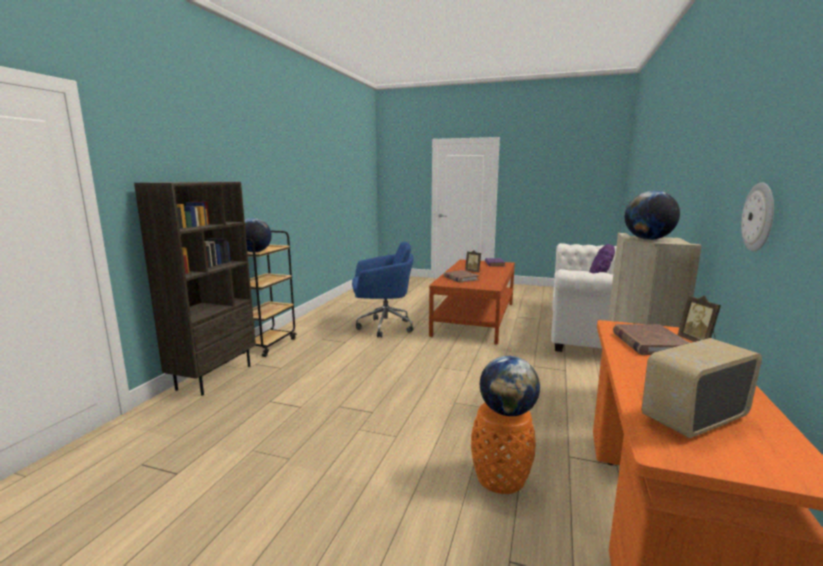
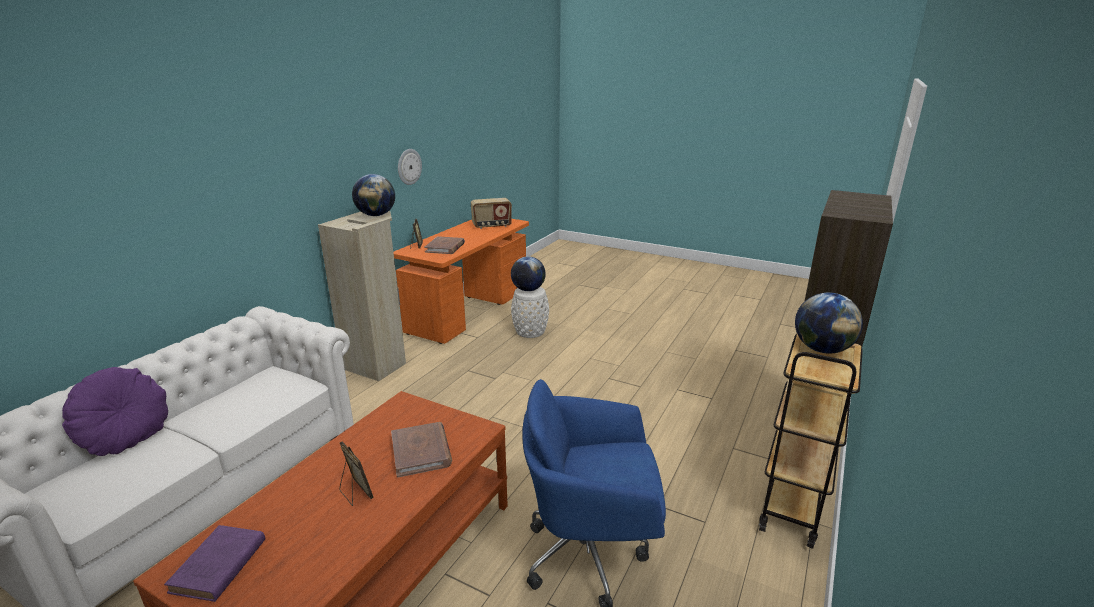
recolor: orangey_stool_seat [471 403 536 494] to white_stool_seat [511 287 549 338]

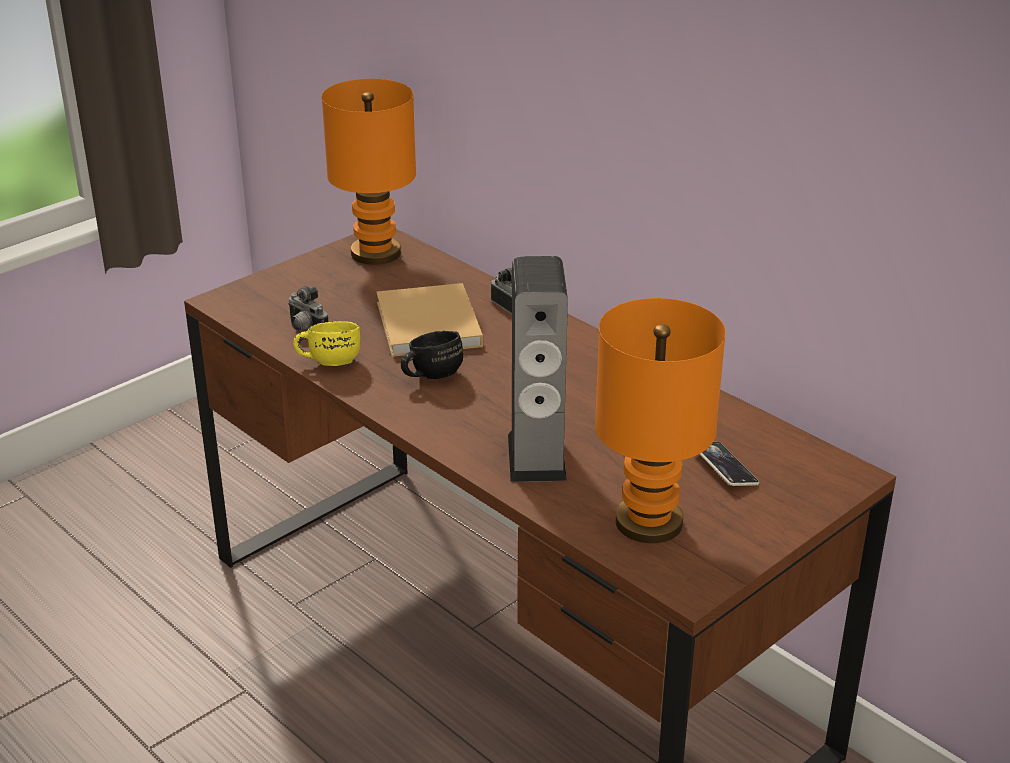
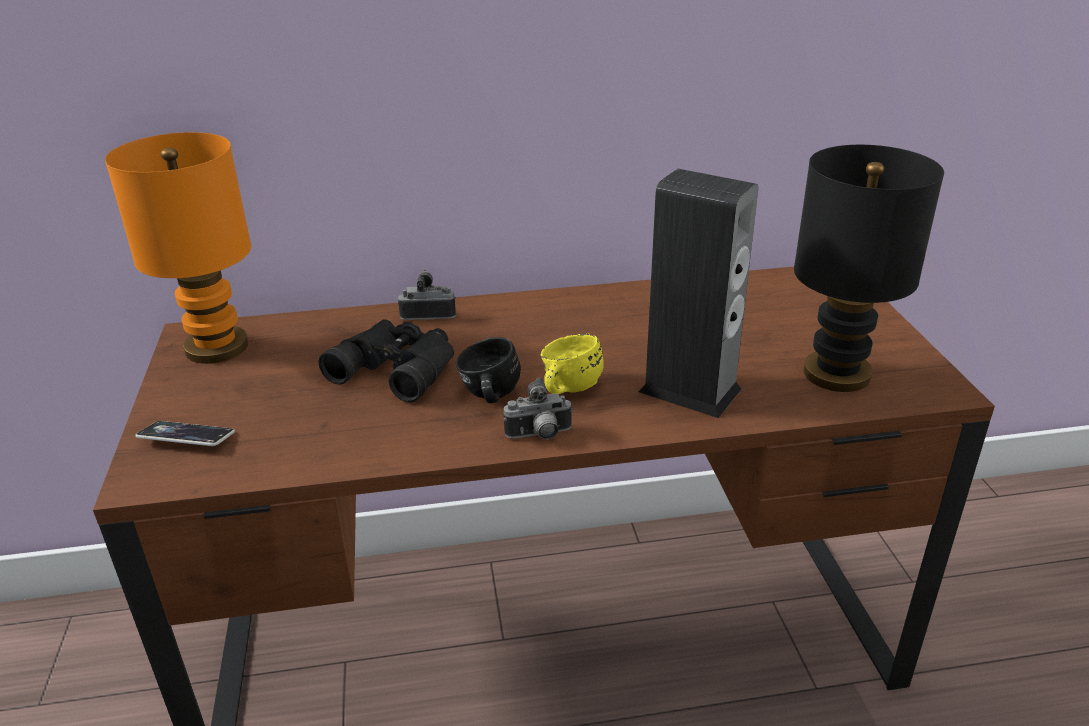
move: photo_camera [288 286 328 331] to [503 378 573 440]; yellow-coloured_coffee_mug [293 321 360 366] to [541 333 604 394]; phone [700 442 759 486] to [135 421 235 446]
replace: beige_bound_book [376 283 483 357] to black-coloured_binoculars [318 320 454 403]
recolor: orangey_table_lamp [595 298 726 543] to black-coloured_table_lamp [794 145 944 392]

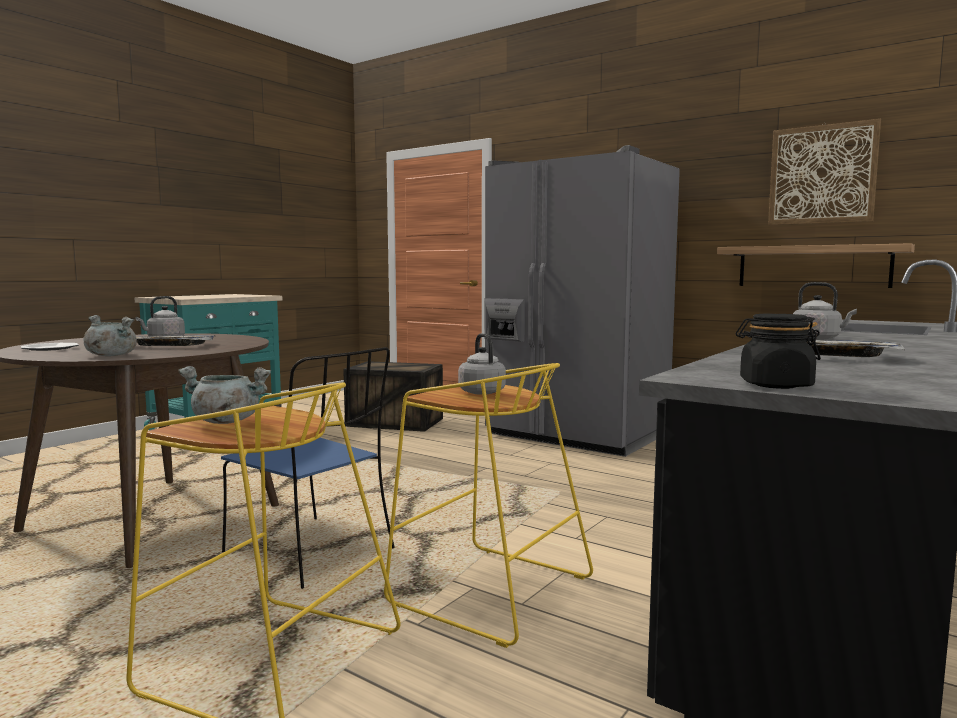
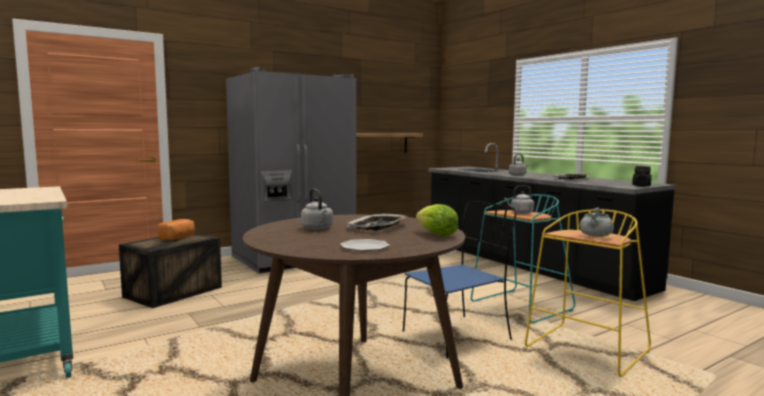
delete: wall_picture [768 119 881 225]
insert: bread [158 219 195 241]
replace: grey_cooking_pot [84 315 137 356] to lettuce_head [416 204 459 237]
recolor: yellow-coloured_stool_seat [384 363 593 648] to turquoise_stool_seat [471 194 575 323]

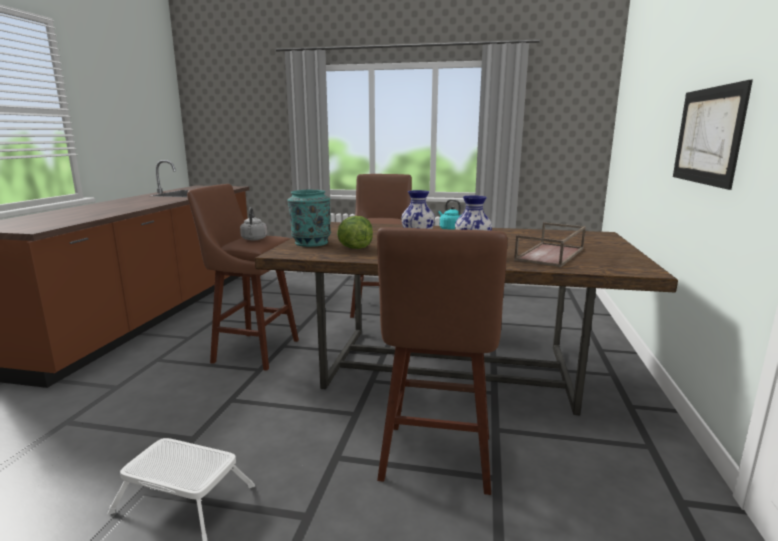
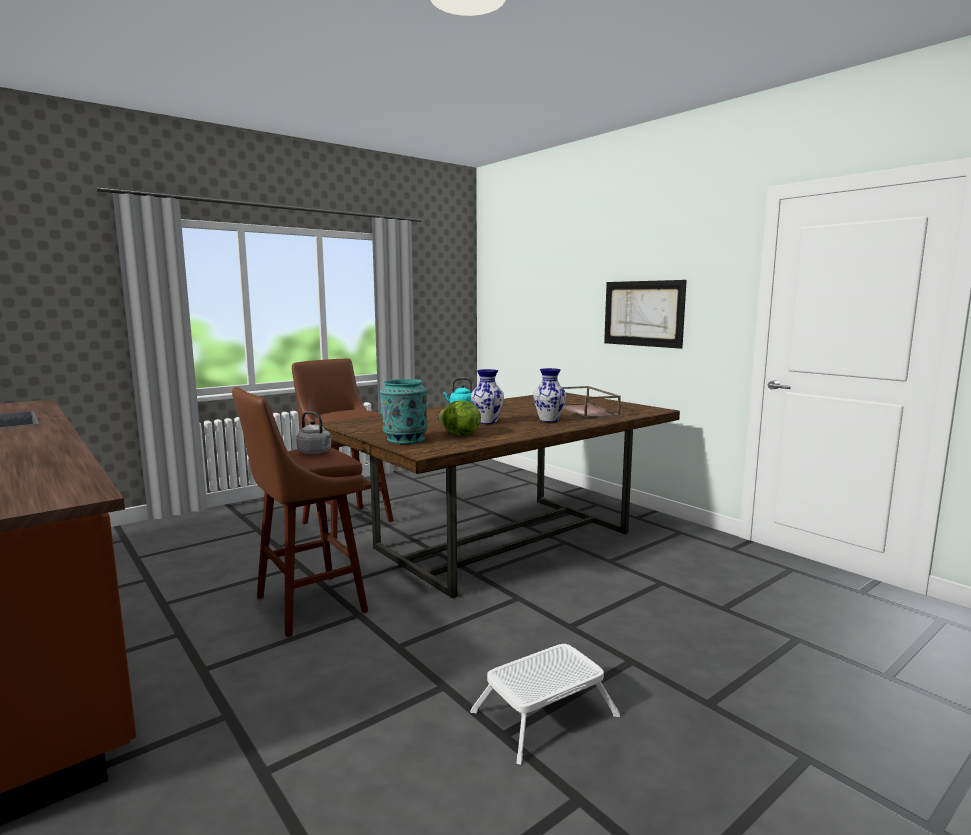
delete: brown_stool_seat [377 227 507 495]

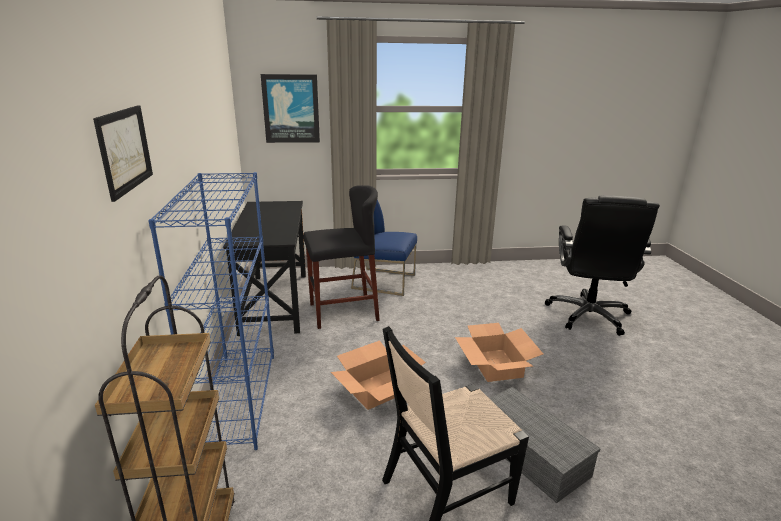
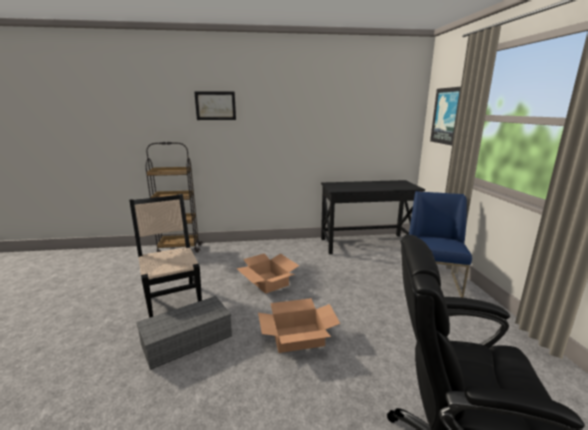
delete: blue-coloured_bookshelf [148 172 274 450]; black-coloured_stool_seat [303 185 380 329]

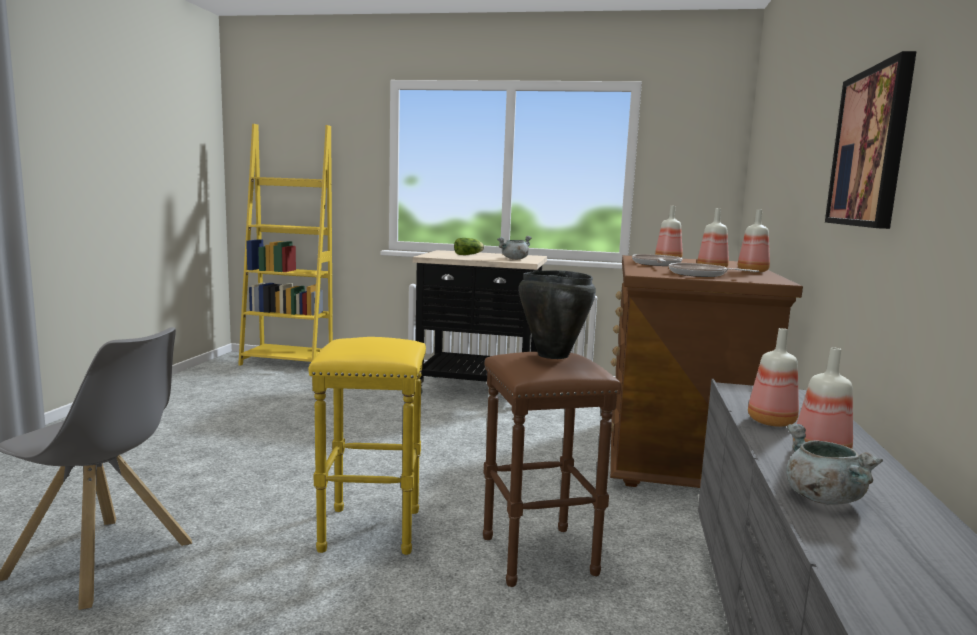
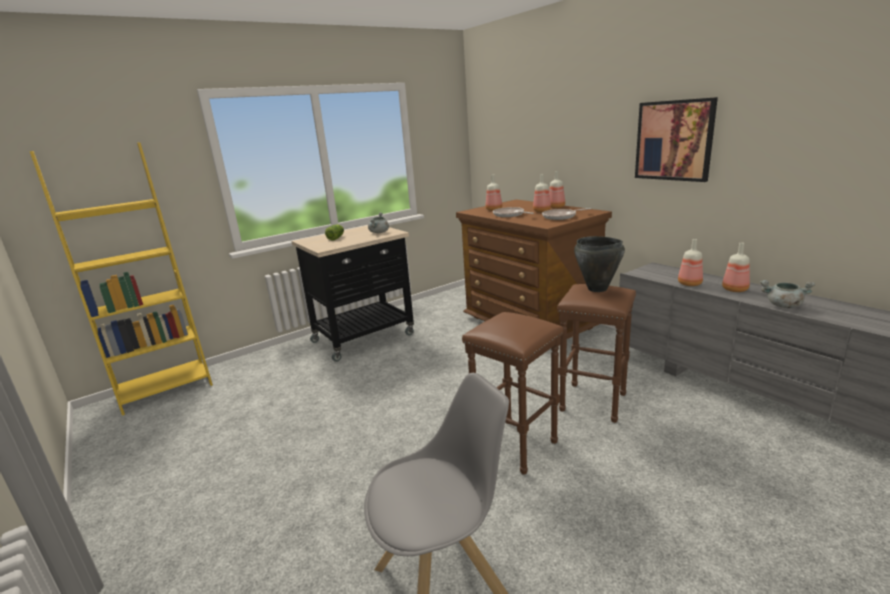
recolor: yellow-coloured_stool_seat [308 337 426 555] to brown_stool_seat [462 312 563 475]

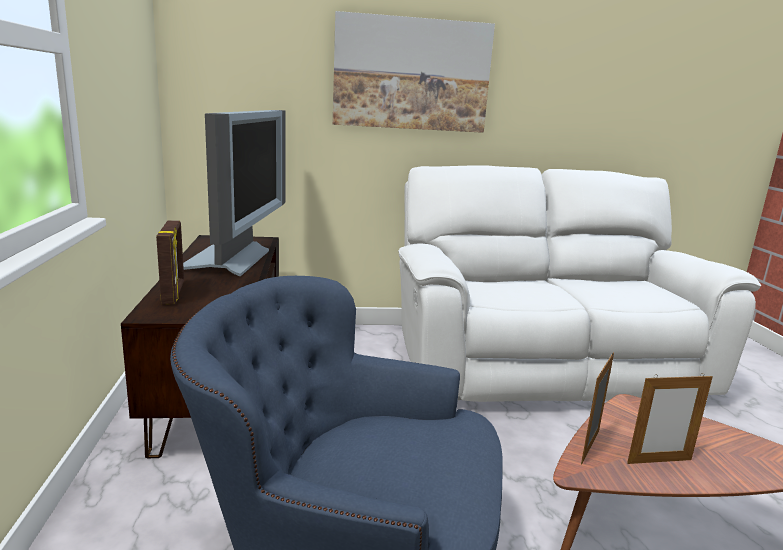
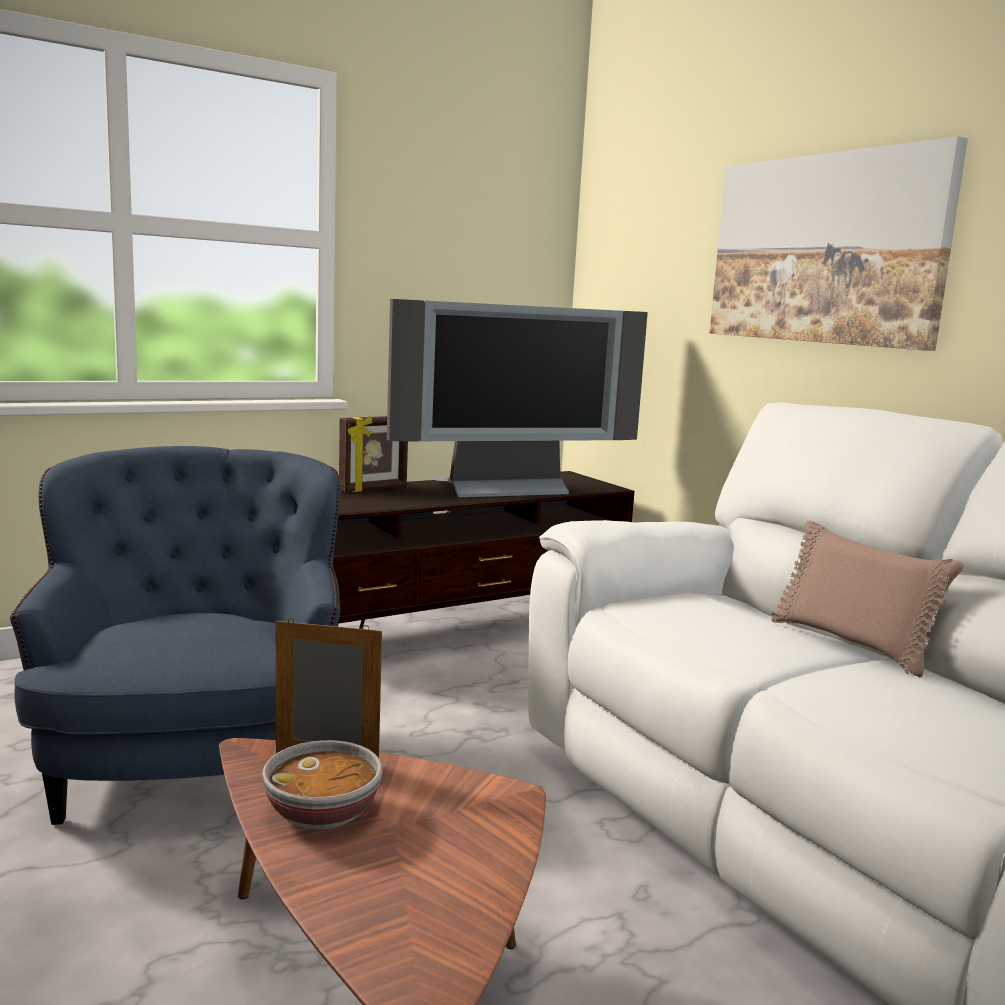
insert: beige_cushion [771 521 964 677]
replace: picture_frame [627 373 713 464] to serving_bowl [262 740 382 830]

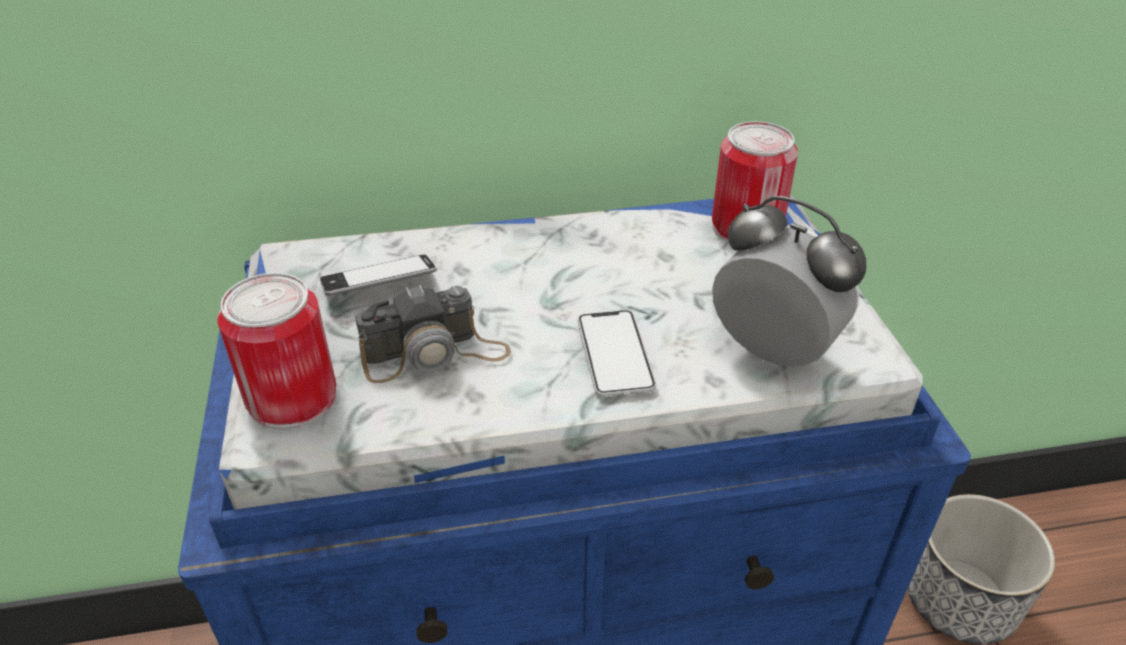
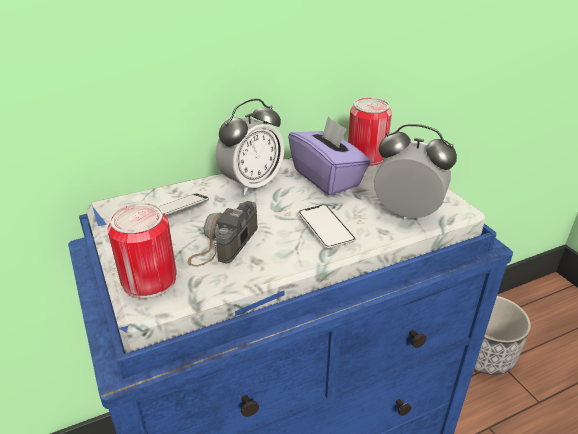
insert: alarm_clock [216 99 284 195]; purplish_tissue_box [288 116 371 196]
rotate: photo_camera [355 284 511 383] = [188 201 258 267] 150 degrees clockwise

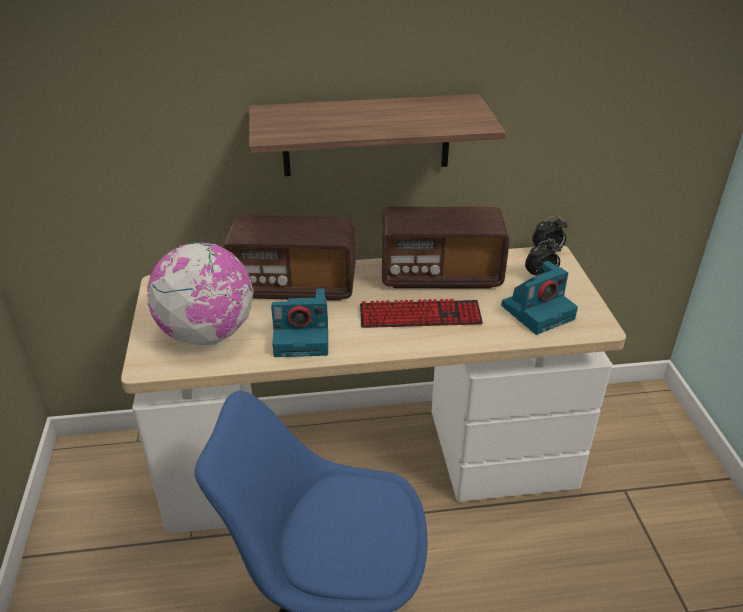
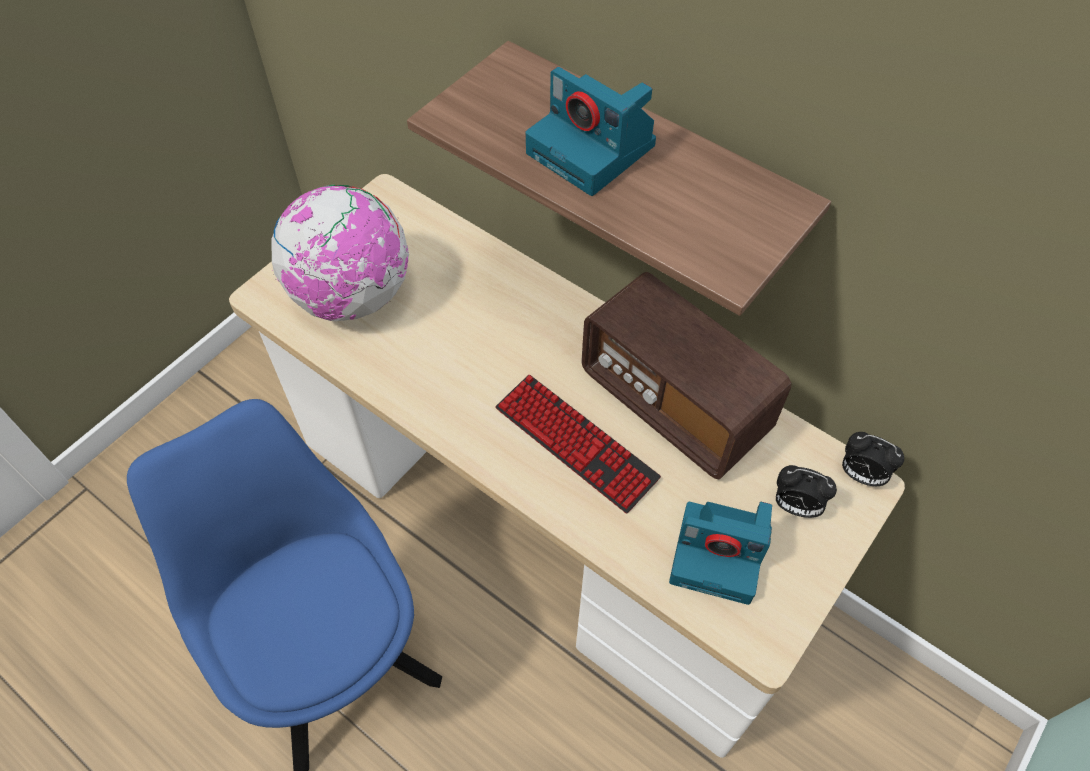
delete: radio_receiver [222 215 355 301]
move: photo_camera [271 288 328 357] to [526 67 656 196]

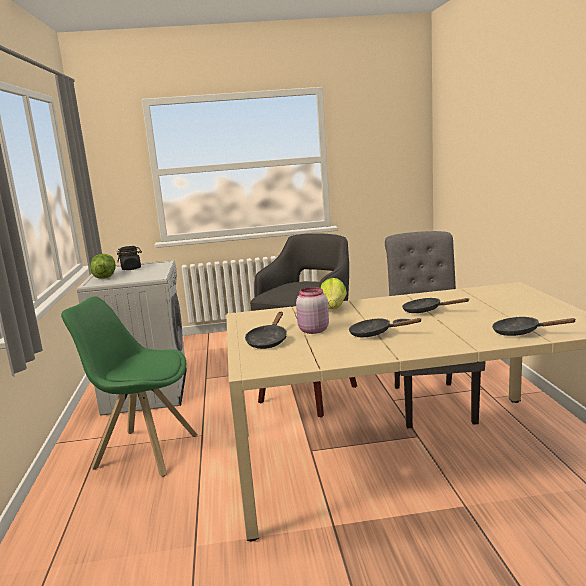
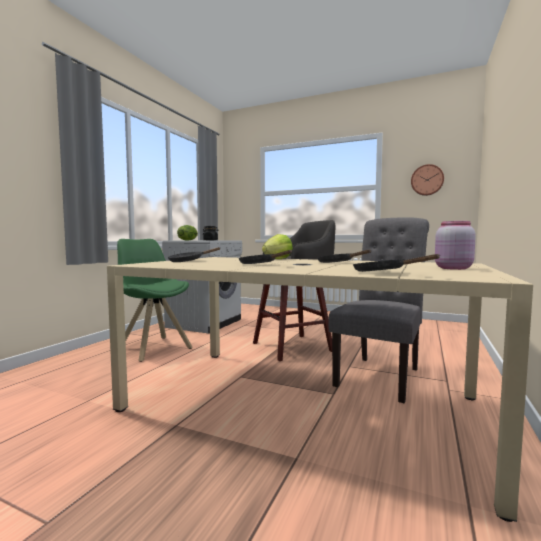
insert: wall_clock [411 164 444 196]
move: pink_preserve_jar [296 287 329 334] to [435 221 476 270]

